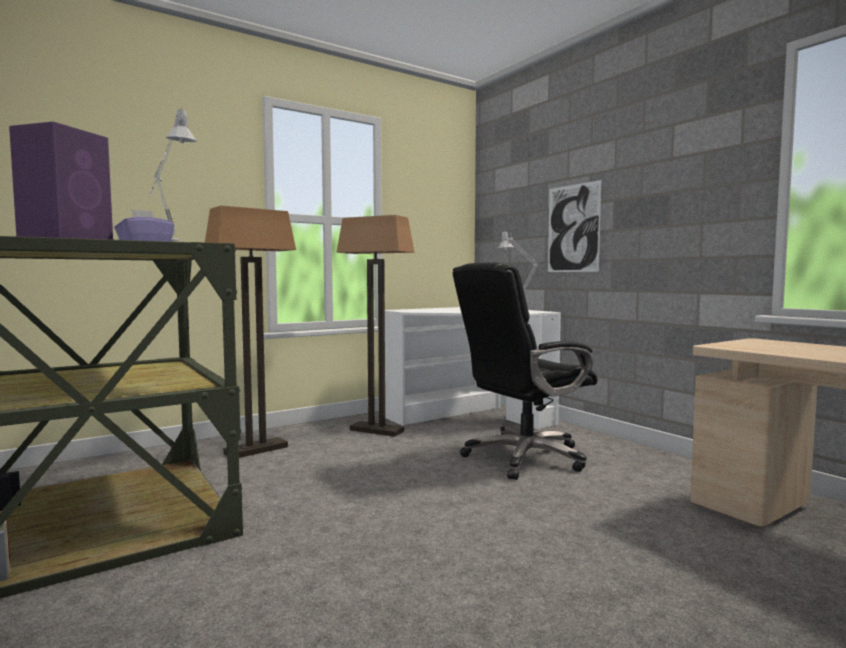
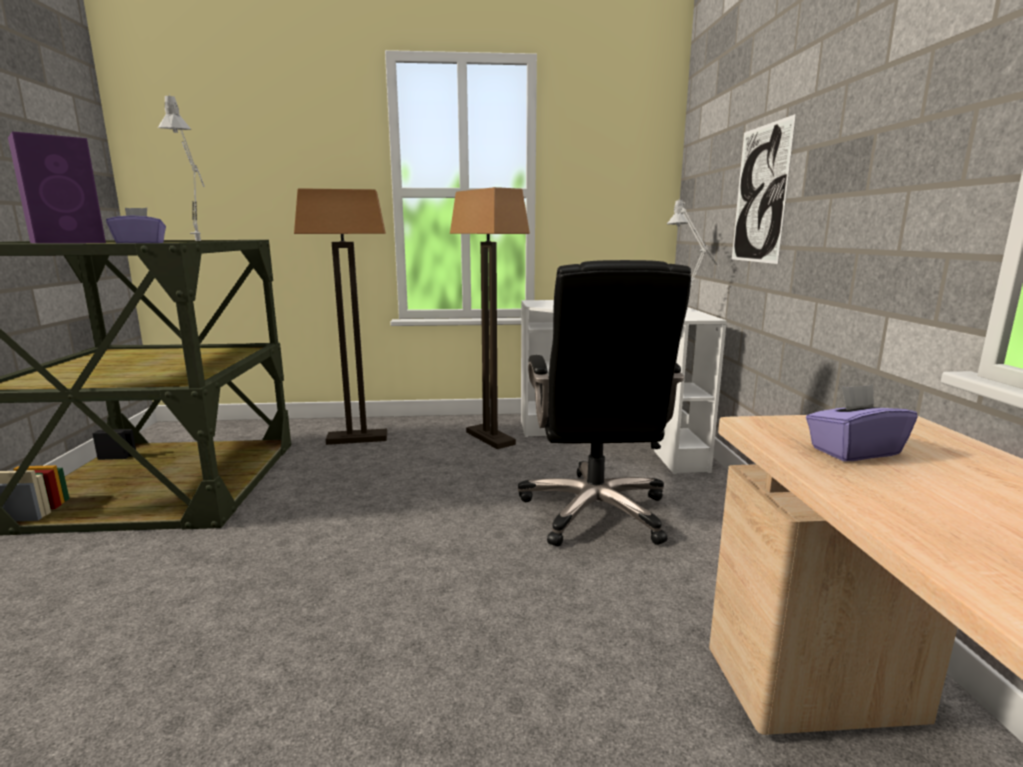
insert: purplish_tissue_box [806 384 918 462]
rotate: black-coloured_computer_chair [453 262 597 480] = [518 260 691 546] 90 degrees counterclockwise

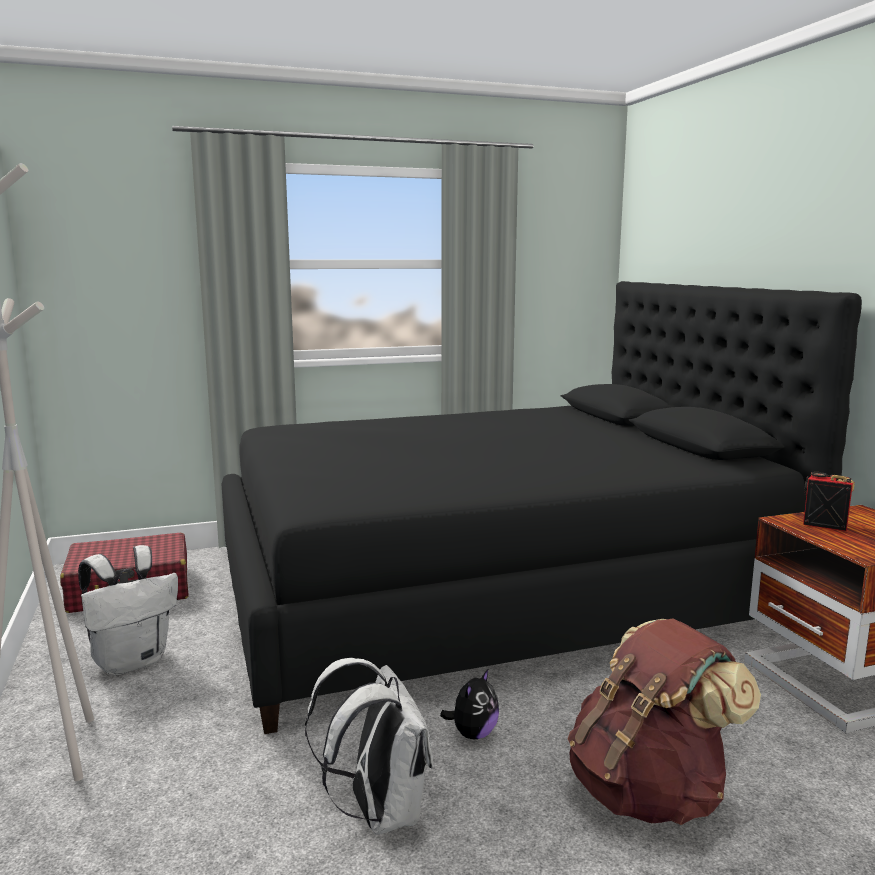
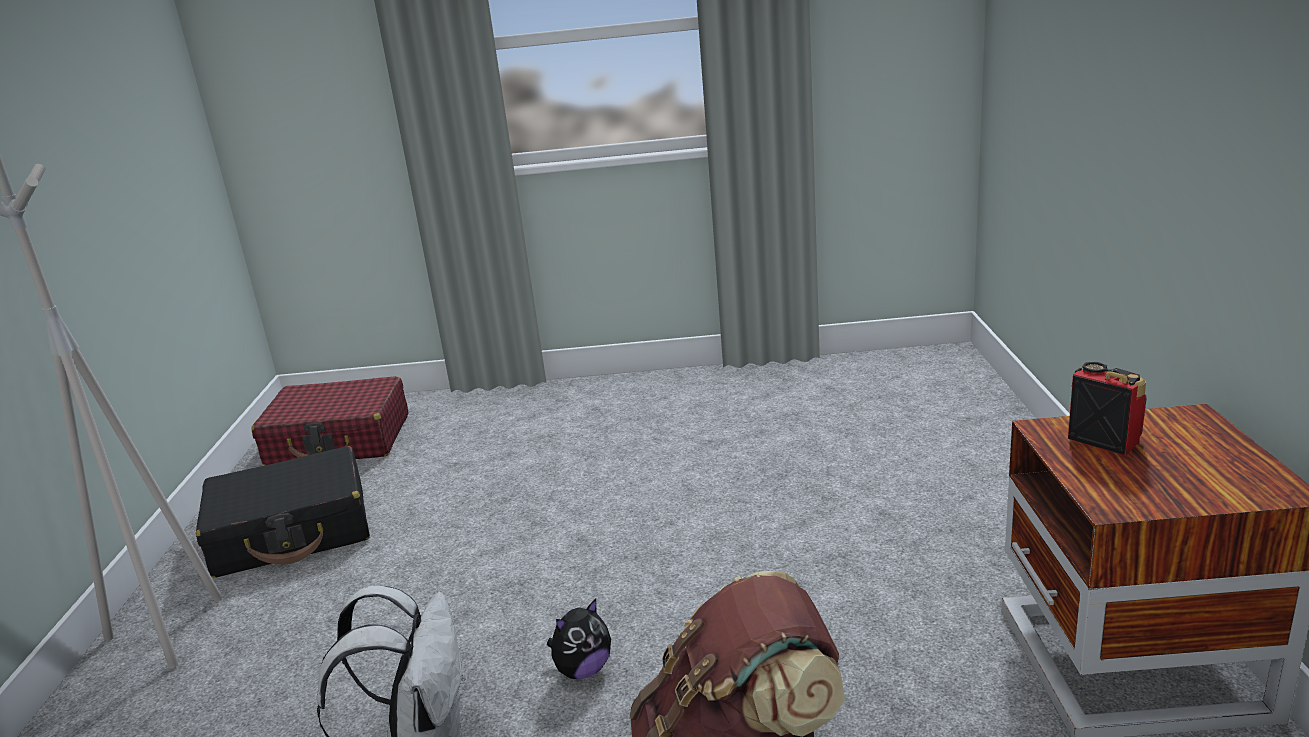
delete: black-coloured_bed [222 281 862 734]
replace: white_backpack [78 545 178 675] to black-coloured_suitcase [196 446 370 577]

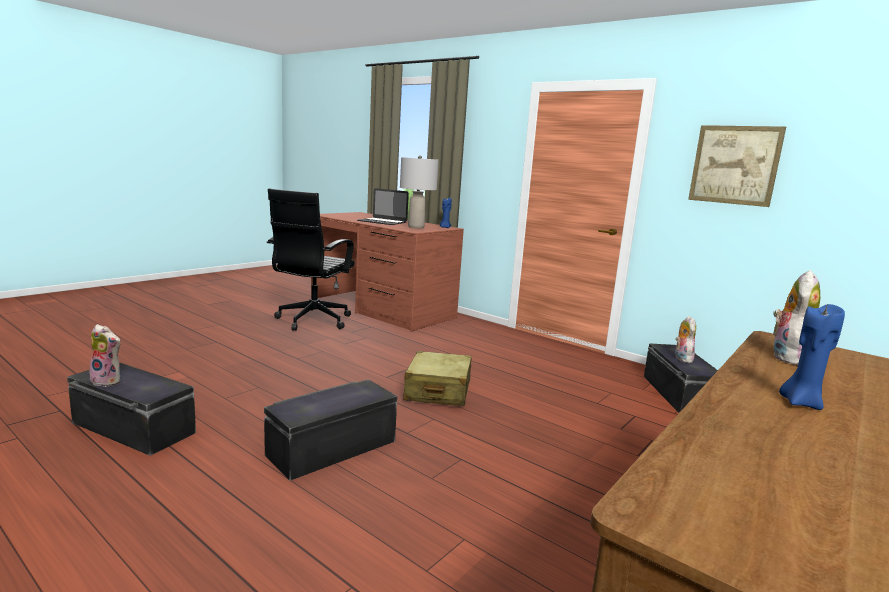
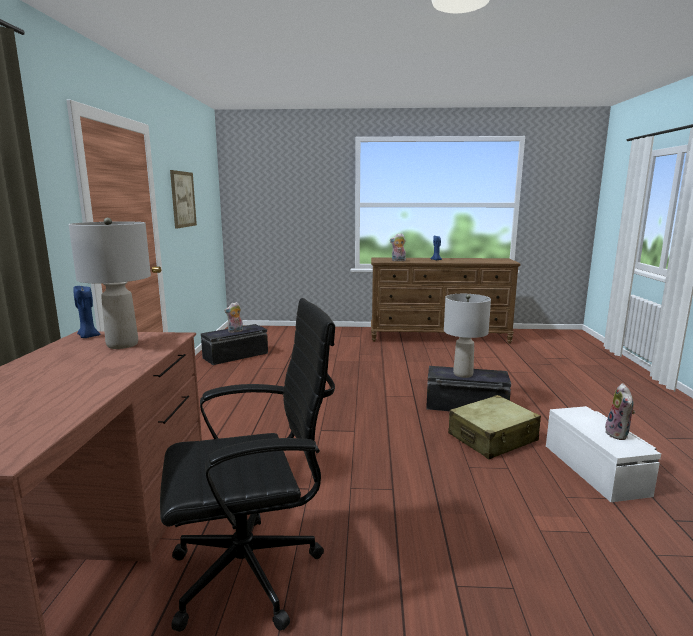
delete: notebook_computer [358 188 409 225]
insert: grey_table_lamp [444 294 491 378]
move: beige_suitcase [404 351 471 406] to [448 395 541 459]
recolor: black-coloured_storage_bin [67 362 196 456] to white_storage_bin [546 406 661 502]
rotate: cuddly_toy [90 324 121 387] = [605 383 635 440] 150 degrees counterclockwise

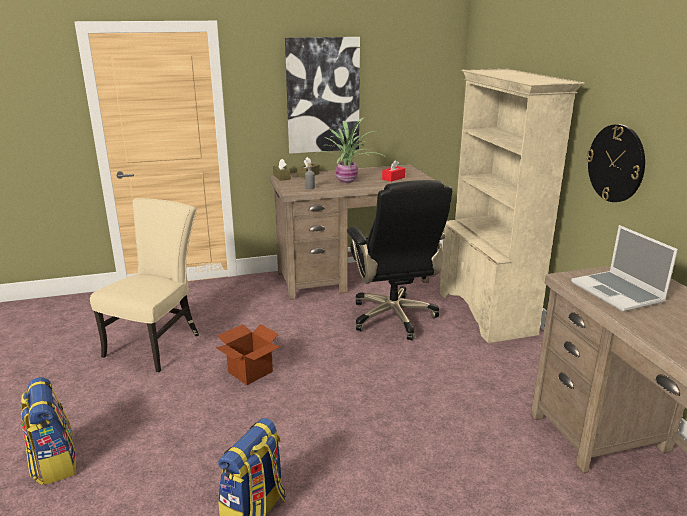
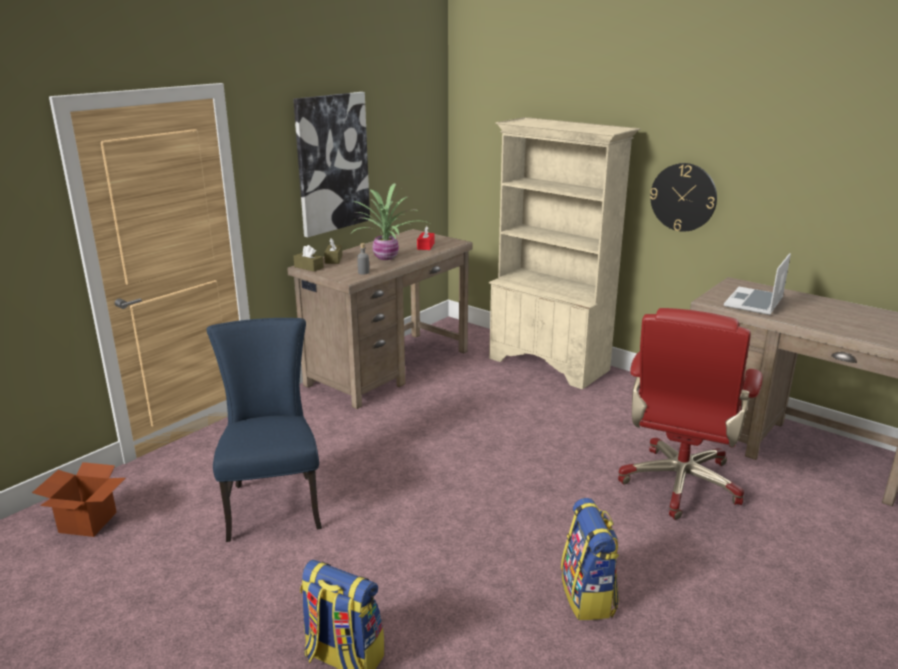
delete: black-coloured_computer_chair [347 180 452 341]
insert: red_computer_chair [618 308 763 520]
move: packing_box [216 324 280 385] to [32 462 125 537]
recolor: beige_upright_chair [90 198 199 372] to blue-coloured_upright_chair [207 318 322 542]
rotate: notebook_computer [571 225 678 312] = [724 253 791 315] 90 degrees clockwise

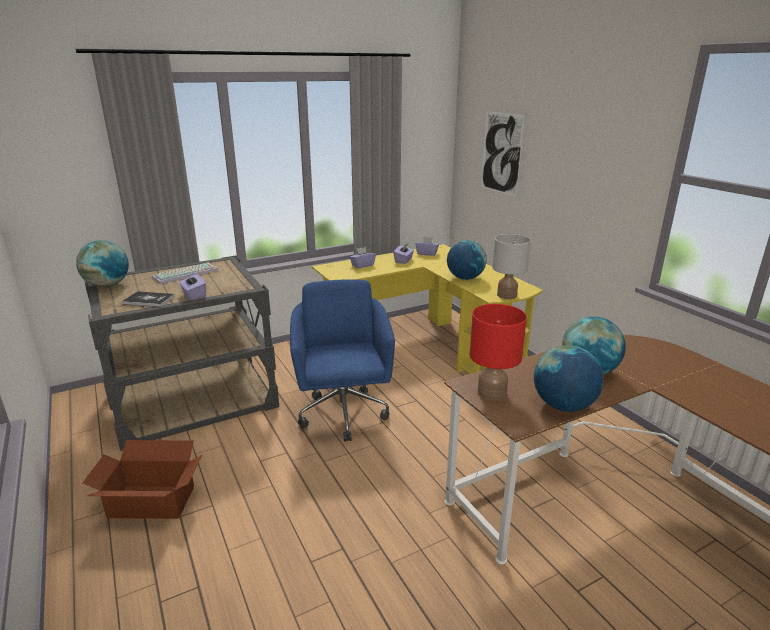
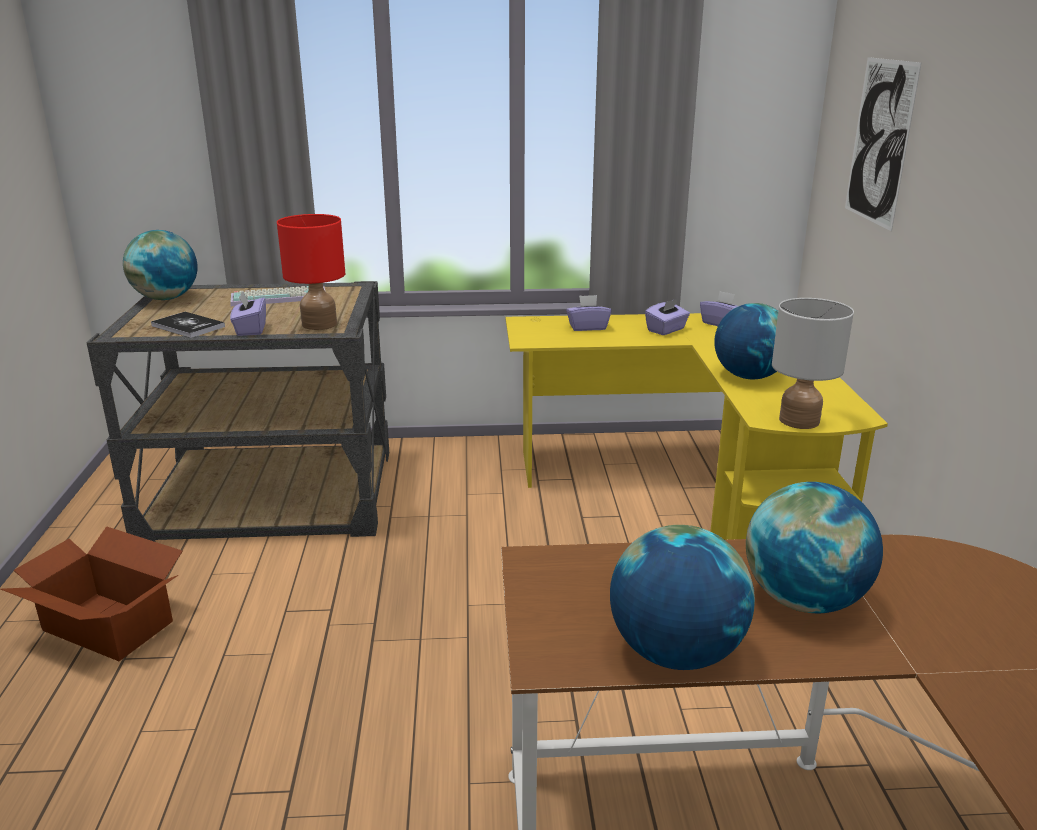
delete: blue-coloured_computer_chair [290 279 395 442]
move: red_table_lamp [470 304 527 401] to [277 214 345 330]

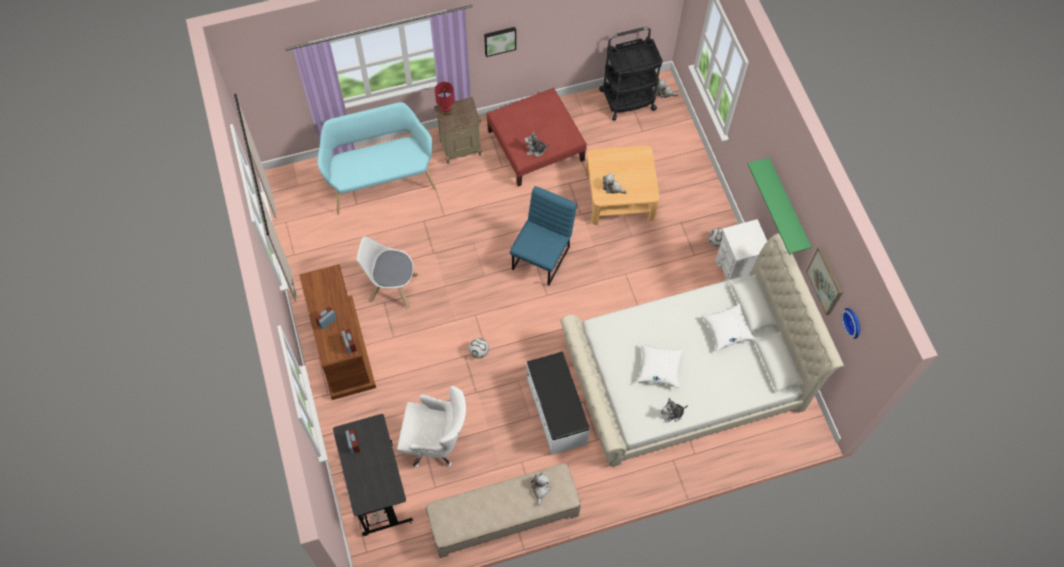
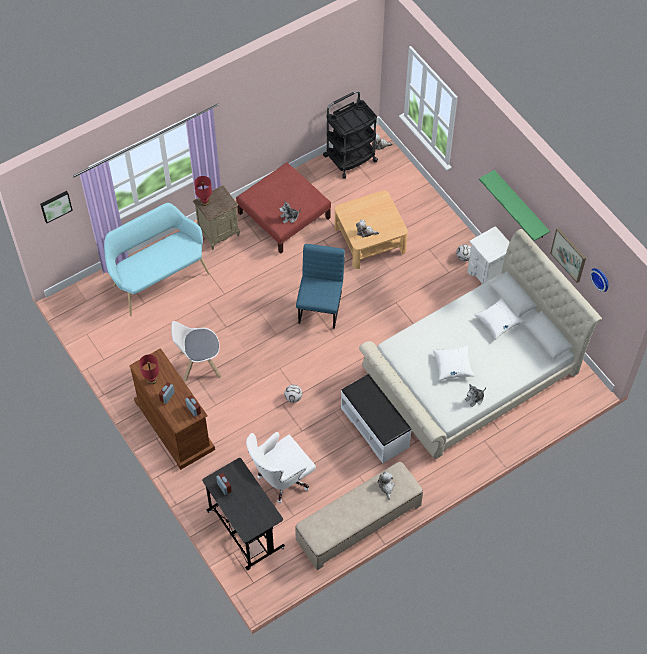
insert: red_table_lamp [139 354 159 384]
move: wall_picture [484 27 516 57] to [40 191 73 223]
rotate: white_computer_chair [397 386 466 468] = [246 432 316 503] 150 degrees clockwise

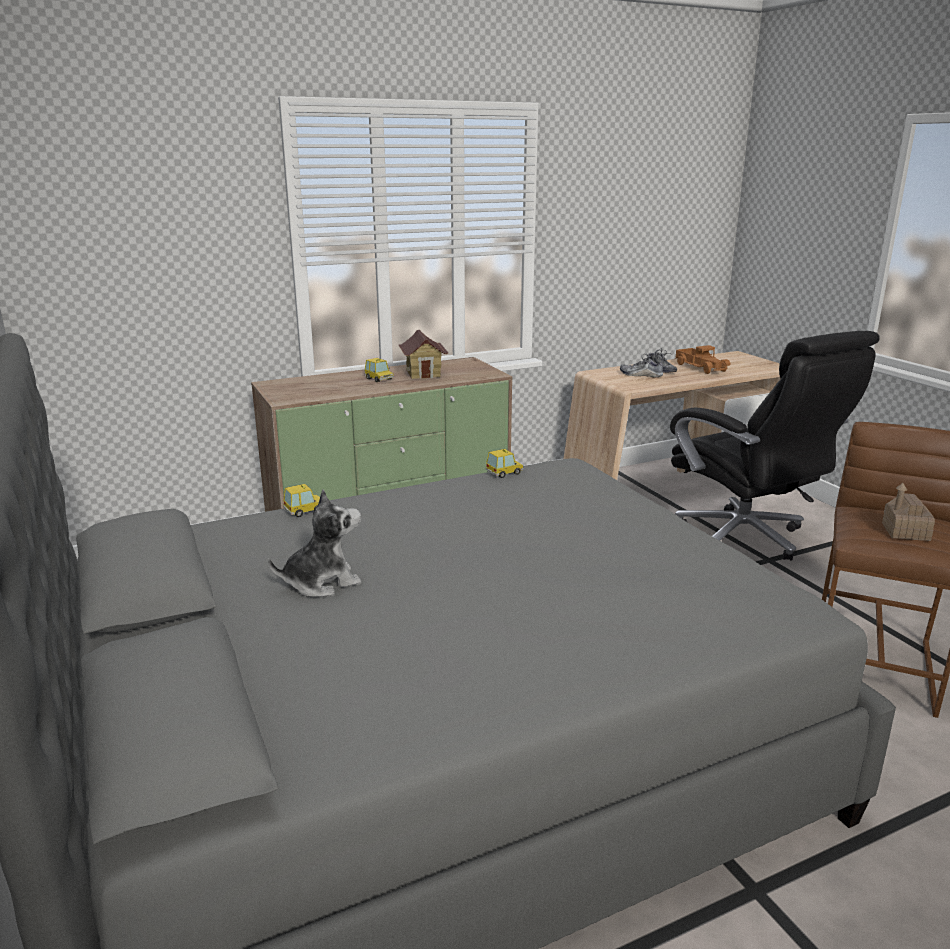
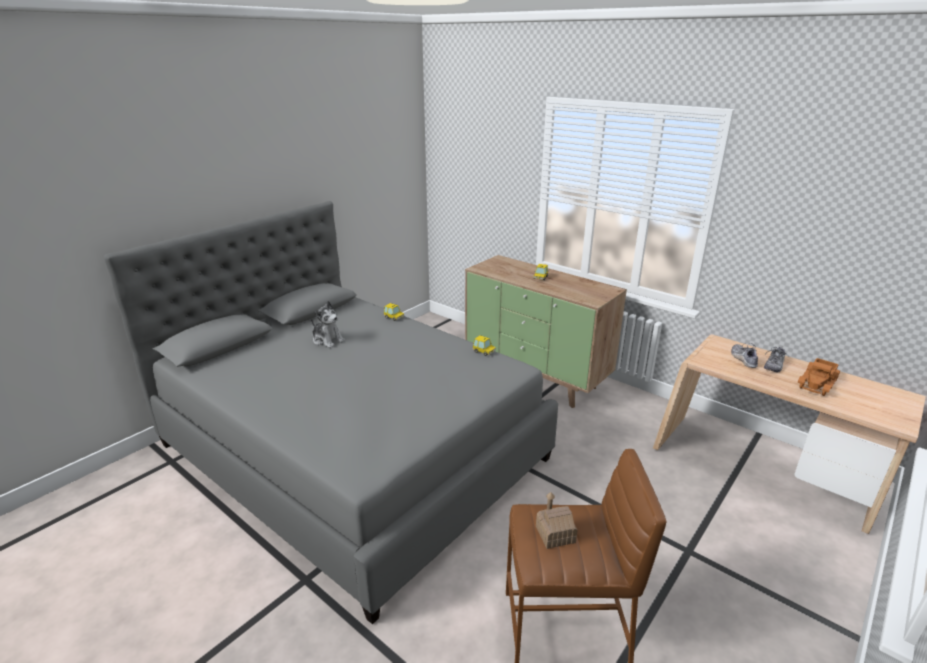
delete: model_house [399 330 448 379]; black-coloured_computer_chair [670 331 880 560]

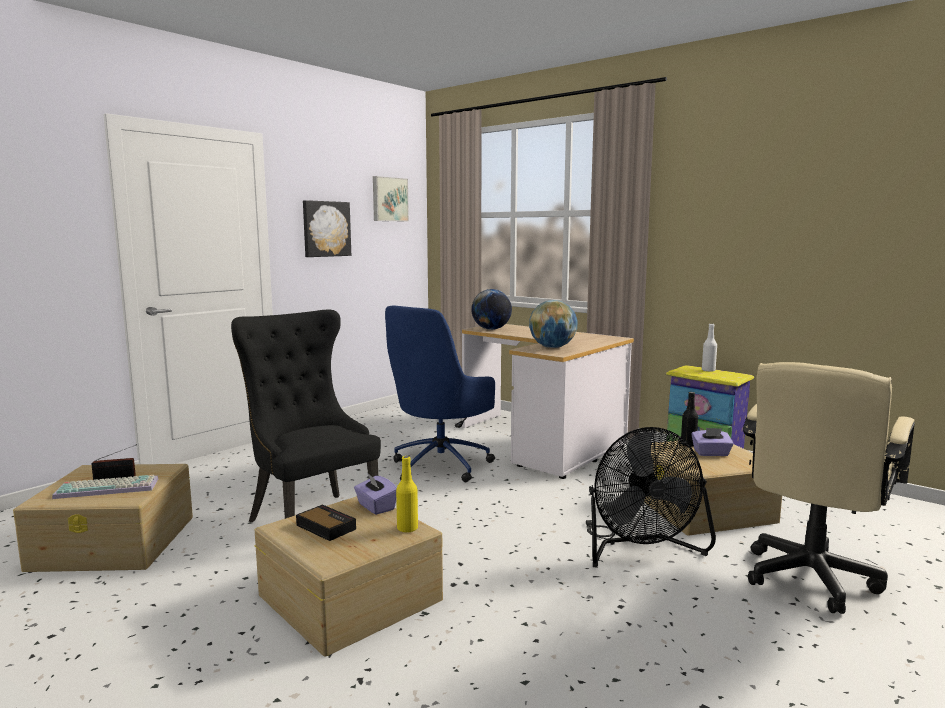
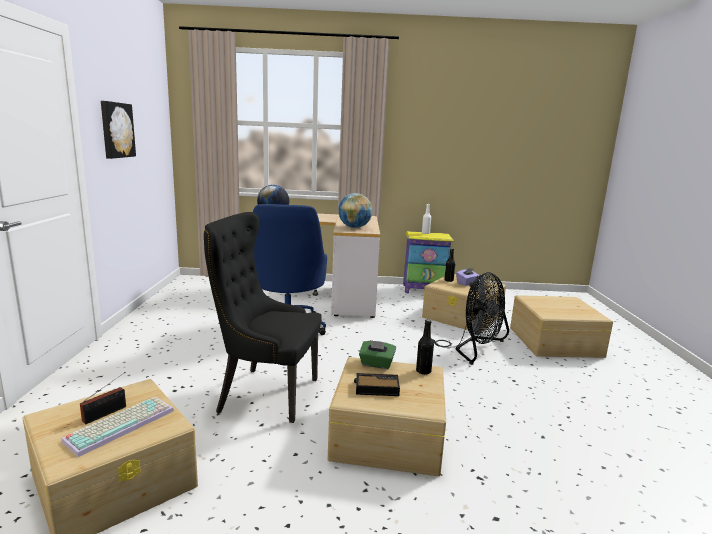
delete: wall_picture [373 176 409 221]
replace: beige_computer_chair [743 362 915 614] to beige_storage_bin [510 295 613 358]
recolor: yellow-coloured_drink_bottle [396 456 418 532] to black-coloured_drink_bottle [416 319 434 375]; purplish_tissue_box [354 473 397 515] to greenish_tissue_box [359 340 396 369]

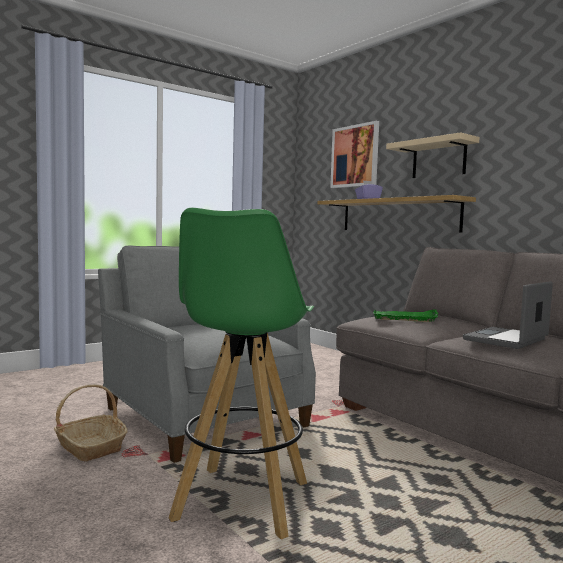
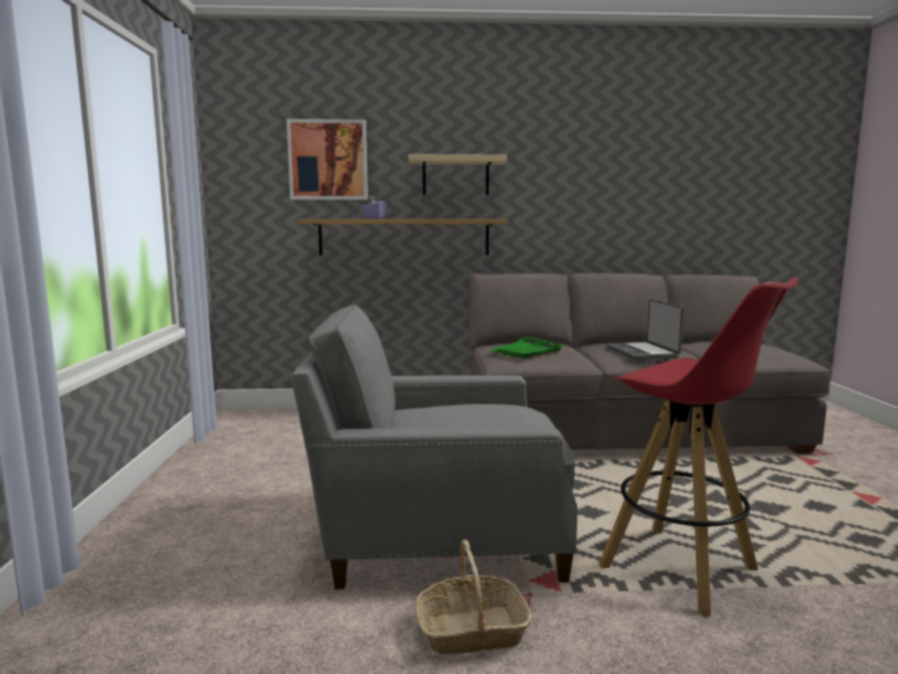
recolor: greenish_stool_seat [169 208 314 539] to red_stool_seat [599 277 798 617]

